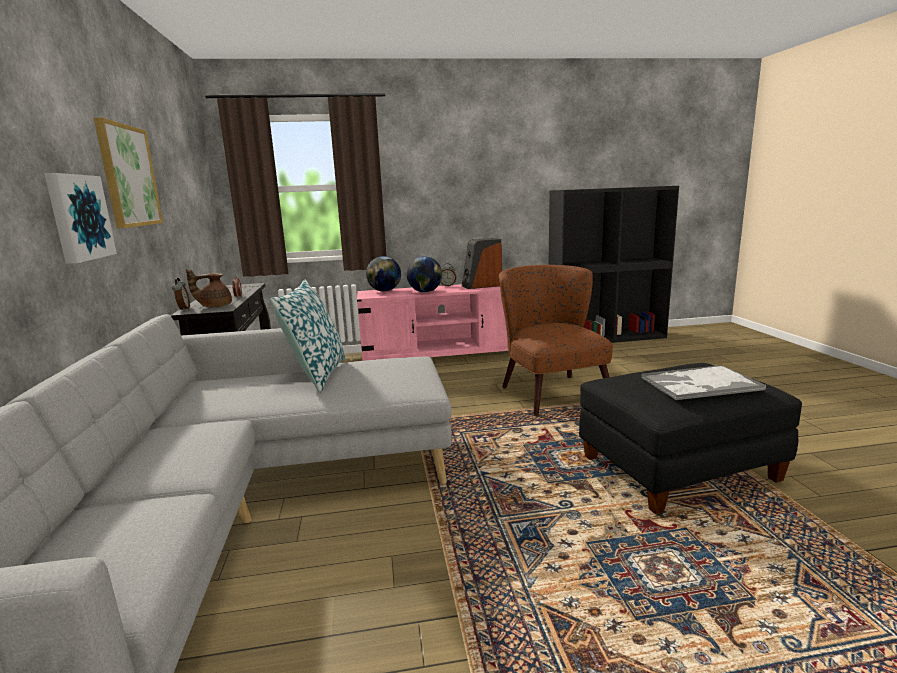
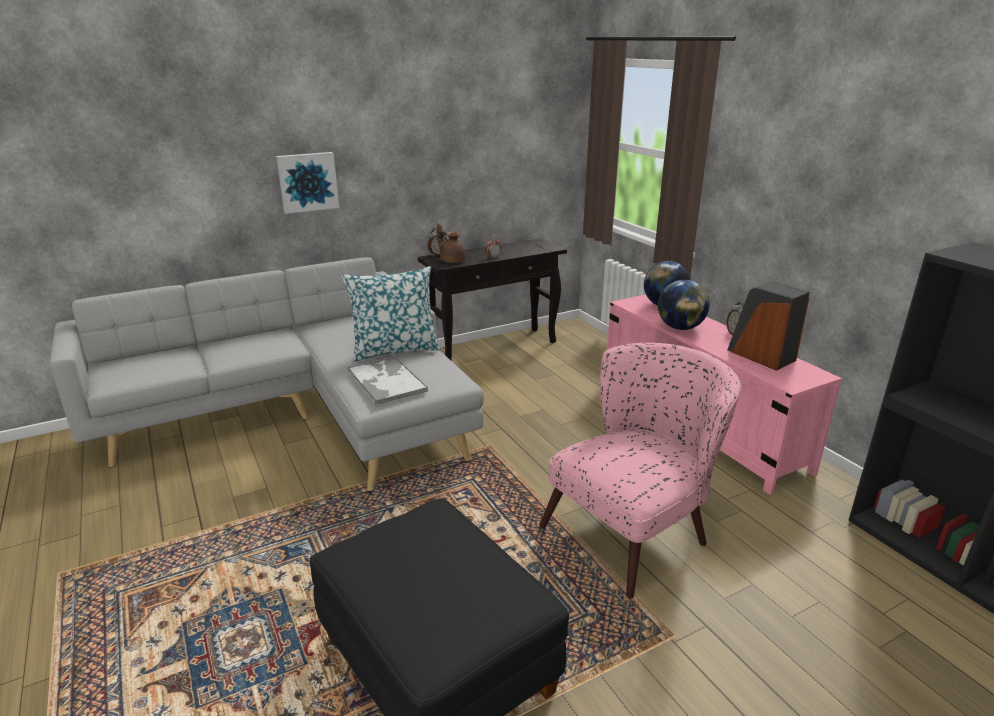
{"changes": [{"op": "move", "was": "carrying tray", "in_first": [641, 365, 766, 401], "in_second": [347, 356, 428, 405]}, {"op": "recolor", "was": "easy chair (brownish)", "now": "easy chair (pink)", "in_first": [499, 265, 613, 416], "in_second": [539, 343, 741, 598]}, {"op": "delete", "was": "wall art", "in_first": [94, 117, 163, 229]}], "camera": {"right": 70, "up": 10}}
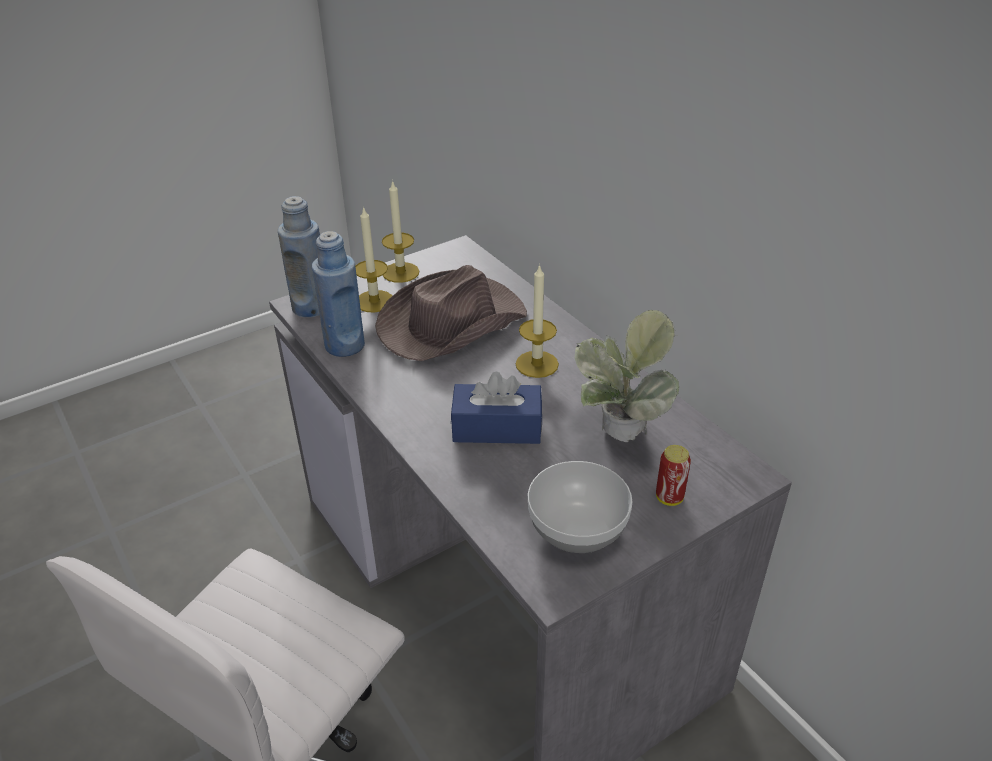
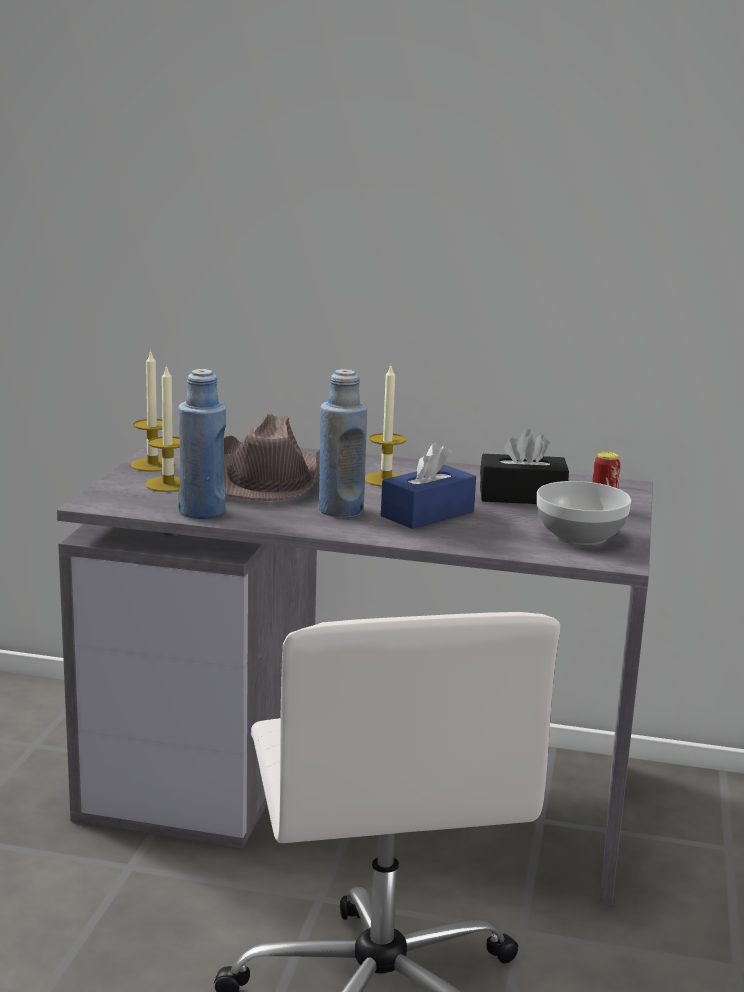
{"changes": [{"op": "move", "was": "bottle (blue)", "in_first": [278, 196, 320, 317], "in_second": [319, 369, 367, 517]}, {"op": "replace", "was": "houseplant", "now": "tissue holder (blackish)", "in_first": [575, 310, 679, 442], "in_second": [480, 428, 569, 504]}], "camera": {"right": -45, "up": -20}}
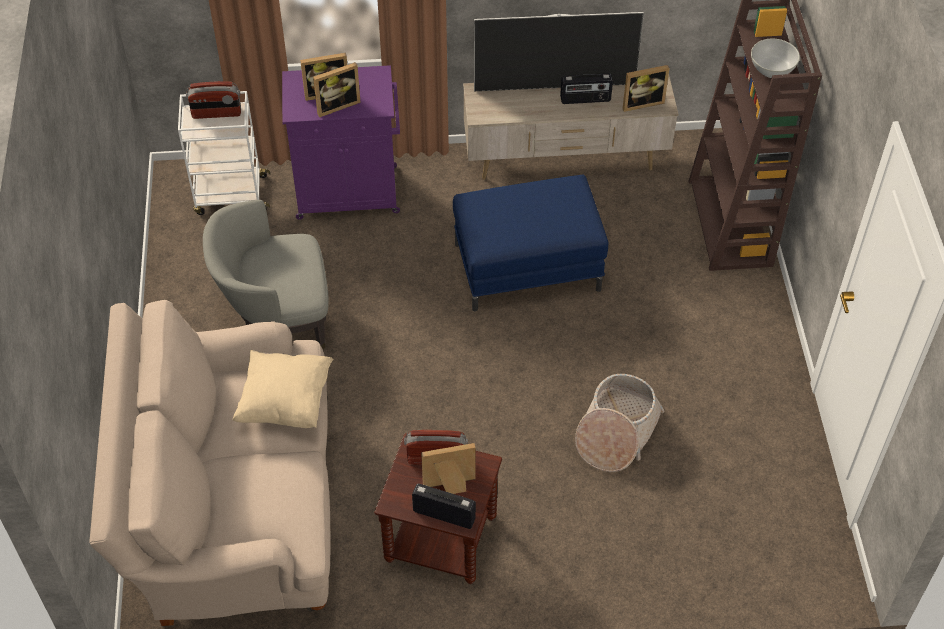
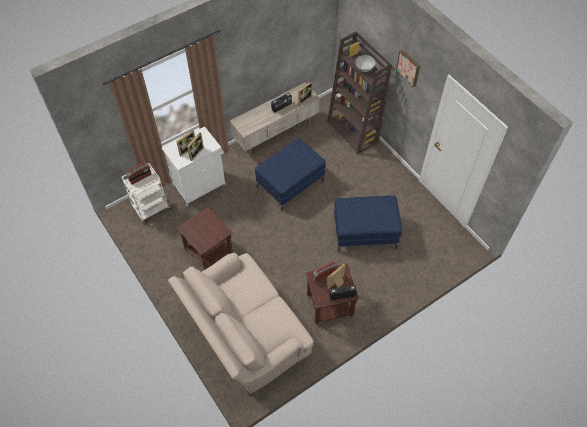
{"changes": [{"op": "recolor", "was": "storage cabinet (purple-coloured)", "now": "storage cabinet (white-coloured)", "in_first": [282, 65, 400, 220], "in_second": [162, 127, 226, 206]}, {"op": "replace", "was": "easy chair (greyish)", "now": "side table (brownish)", "in_first": [203, 200, 328, 349], "in_second": [177, 207, 233, 270]}, {"op": "replace", "was": "basket", "now": "pouffe (blue)", "in_first": [575, 374, 665, 472], "in_second": [334, 196, 402, 252]}, {"op": "insert", "now": "wall art", "in_second": [396, 50, 420, 87]}, {"op": "delete", "was": "pillow (sand-coloured)", "in_first": [233, 350, 334, 428]}, {"op": "delete", "was": "TV", "in_first": [474, 12, 644, 91]}], "camera": {"right": -30, "up": 5}}
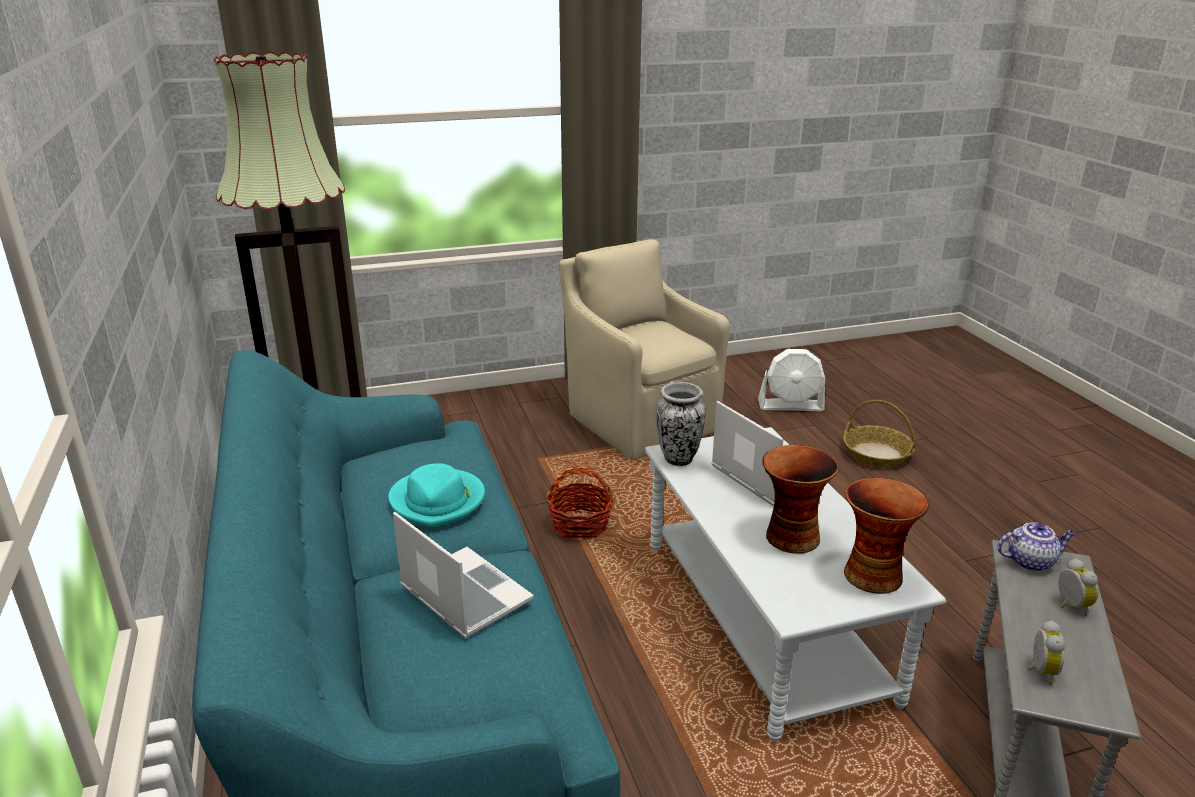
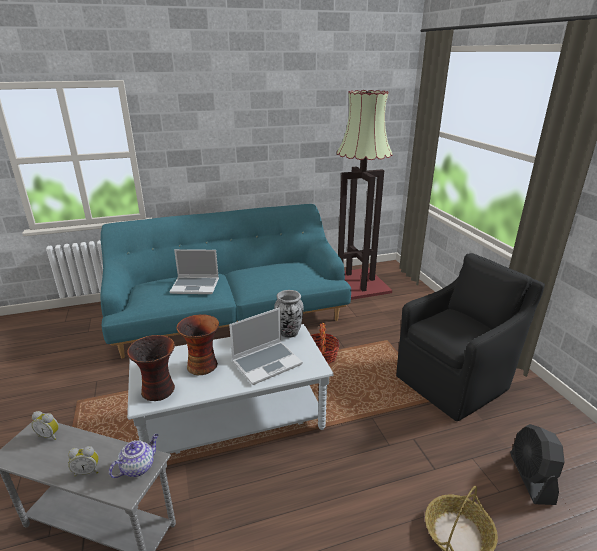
{"changes": [{"op": "rotate", "was": "pot for tea", "in_first": [997, 522, 1076, 571], "in_second": [109, 434, 158, 478], "clockwise": -135}, {"op": "rotate", "was": "portable computer", "in_first": [393, 512, 534, 638], "in_second": [170, 249, 219, 294], "clockwise": 45}, {"op": "recolor", "was": "easy chair (sand-coloured)", "now": "easy chair (blackish)", "in_first": [559, 239, 730, 460], "in_second": [396, 253, 545, 422]}, {"op": "recolor", "was": "cooling fan (white-coloured)", "now": "cooling fan (blackish)", "in_first": [758, 349, 825, 411], "in_second": [510, 424, 565, 505]}, {"op": "delete", "was": "hat (blue-green)", "in_first": [388, 463, 485, 527]}], "camera": {"right": 90, "up": 0}}
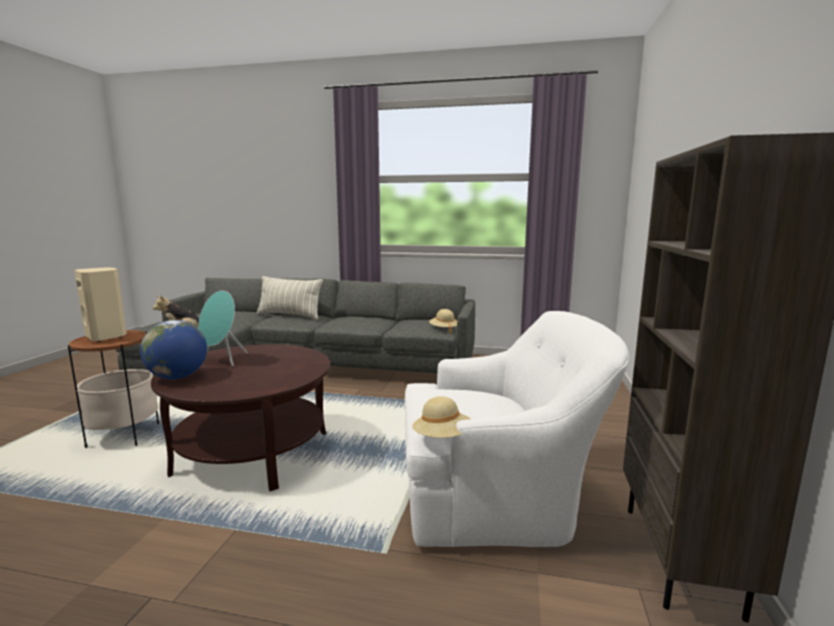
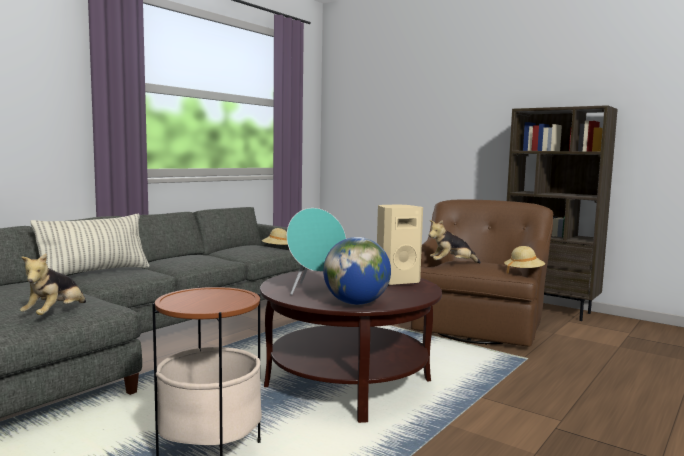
{"changes": [{"op": "move", "was": "speaker (sand-coloured)", "in_first": [74, 268, 127, 342], "in_second": [377, 205, 423, 286]}, {"op": "recolor", "was": "easy chair (white-coloured)", "now": "easy chair (brownish)", "in_first": [405, 311, 630, 547], "in_second": [411, 200, 553, 347]}, {"op": "insert", "now": "plush toy", "in_second": [429, 220, 481, 264]}], "camera": {"right": -65, "up": -5}}
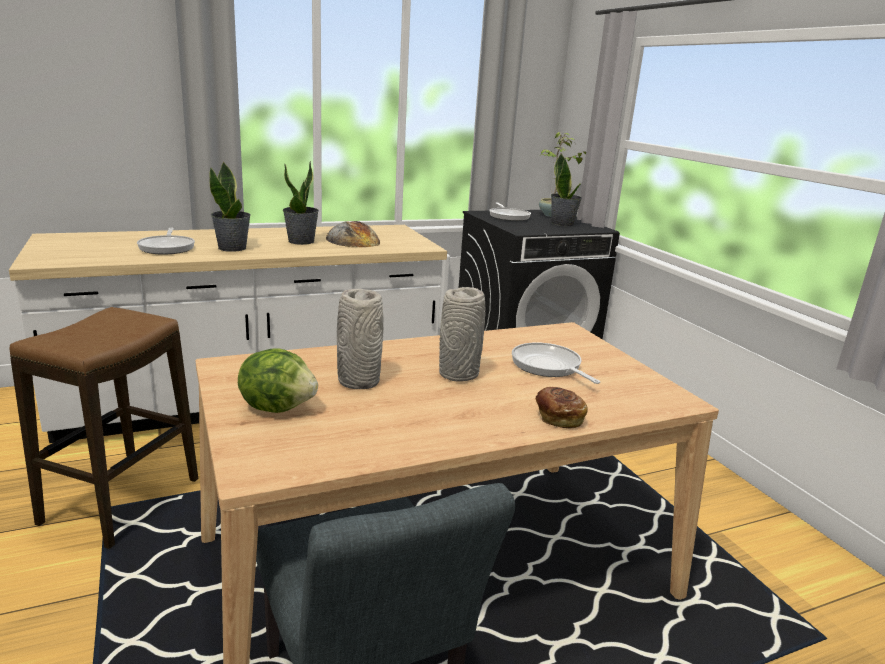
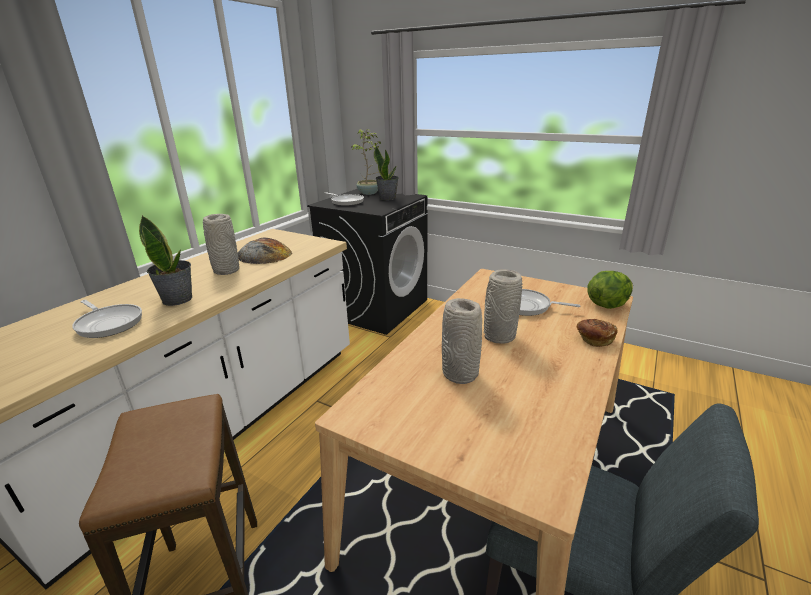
{"changes": [{"op": "replace", "was": "houseplant", "now": "vase (greyish)", "in_first": [283, 161, 319, 245], "in_second": [203, 214, 239, 275]}, {"op": "move", "was": "head of lettuce", "in_first": [238, 348, 318, 413], "in_second": [587, 271, 633, 309]}], "camera": {"right": -35, "up": 5}}
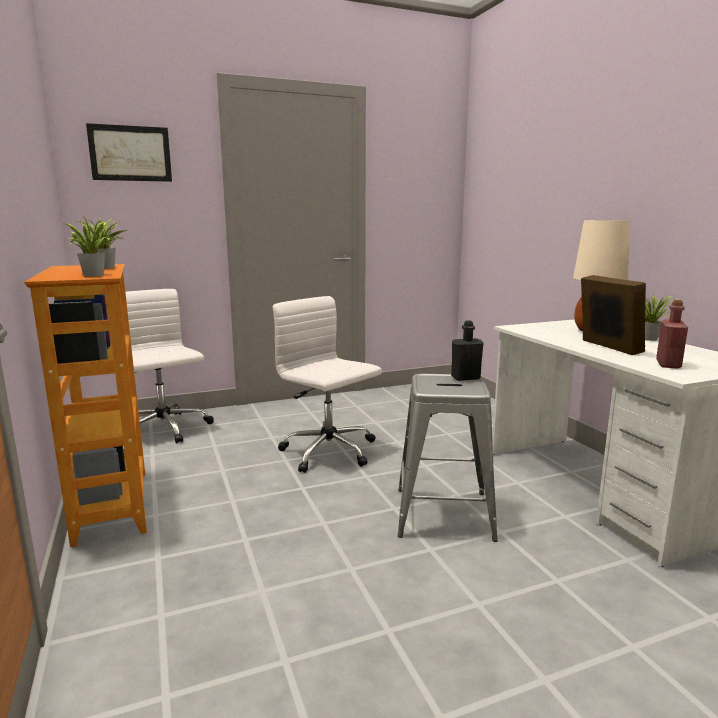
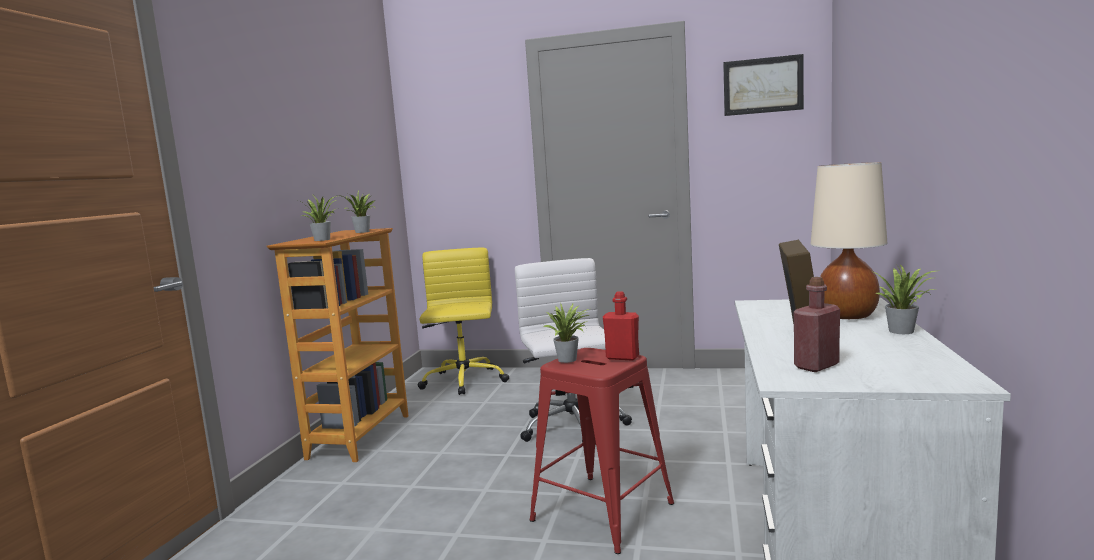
{"changes": [{"op": "recolor", "was": "desk chair (white-coloured)", "now": "desk chair (yellowish)", "in_first": [105, 289, 214, 443], "in_second": [417, 248, 509, 395]}, {"op": "recolor", "was": "sitting stool (greyish)", "now": "sitting stool (red-coloured)", "in_first": [397, 374, 498, 542], "in_second": [529, 348, 674, 554]}, {"op": "insert", "now": "houseplant", "in_second": [543, 303, 589, 363]}, {"op": "recolor", "was": "bottle (blackish)", "now": "bottle (red-coloured)", "in_first": [451, 320, 484, 381], "in_second": [603, 291, 639, 361]}, {"op": "move", "was": "wall art", "in_first": [86, 123, 172, 182], "in_second": [723, 54, 804, 116]}], "camera": {"right": 35, "up": -5}}
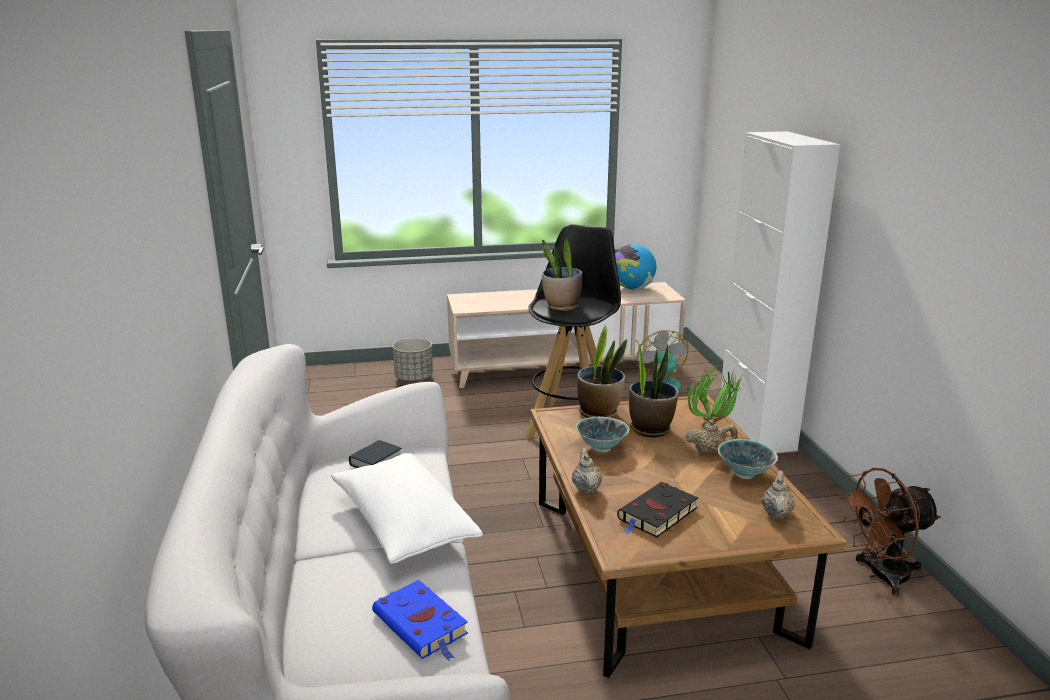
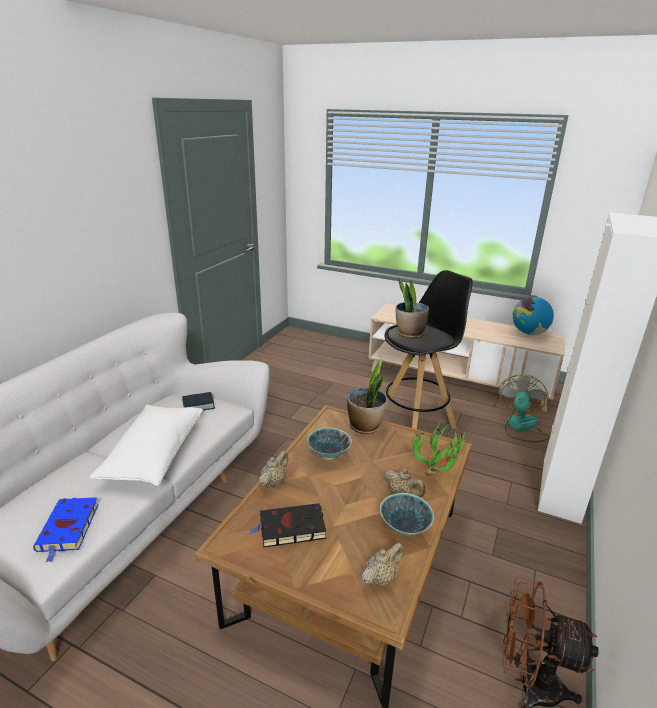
{"changes": [{"op": "delete", "was": "flower pot (greyish)", "in_first": [393, 338, 433, 382]}, {"op": "delete", "was": "houseplant", "in_first": [629, 341, 679, 437]}], "camera": {"right": 35, "up": 5}}
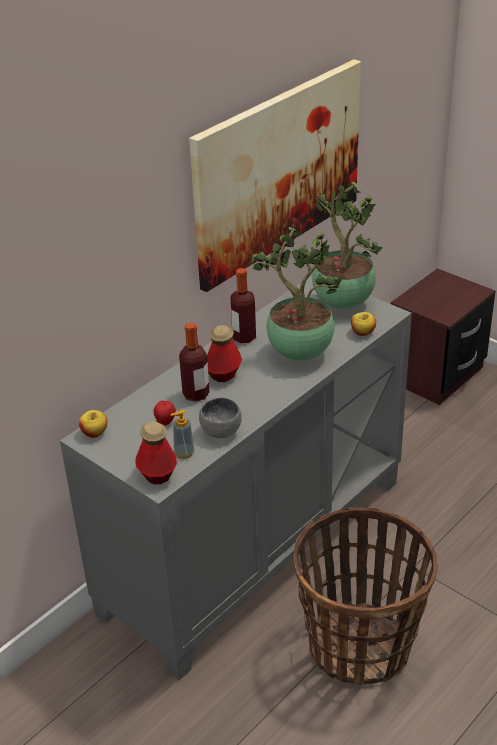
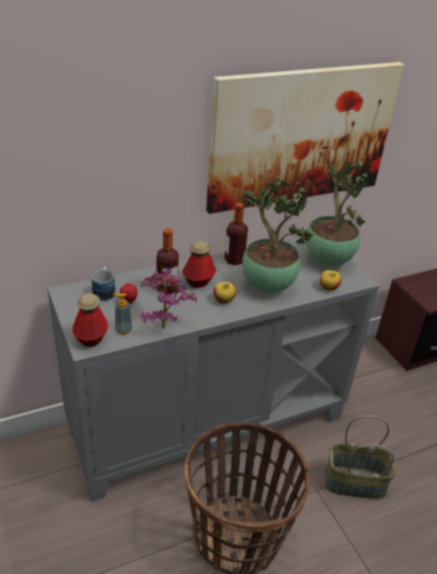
{"changes": [{"op": "insert", "now": "tea mug", "in_second": [92, 267, 115, 301]}, {"op": "replace", "was": "deep dish (greyish)", "now": "houseplant", "in_first": [199, 397, 242, 438], "in_second": [140, 269, 197, 329]}, {"op": "move", "was": "apple", "in_first": [79, 410, 107, 438], "in_second": [214, 282, 236, 303]}, {"op": "insert", "now": "basket", "in_second": [325, 416, 396, 499]}], "camera": {"right": 20, "up": 0}}
